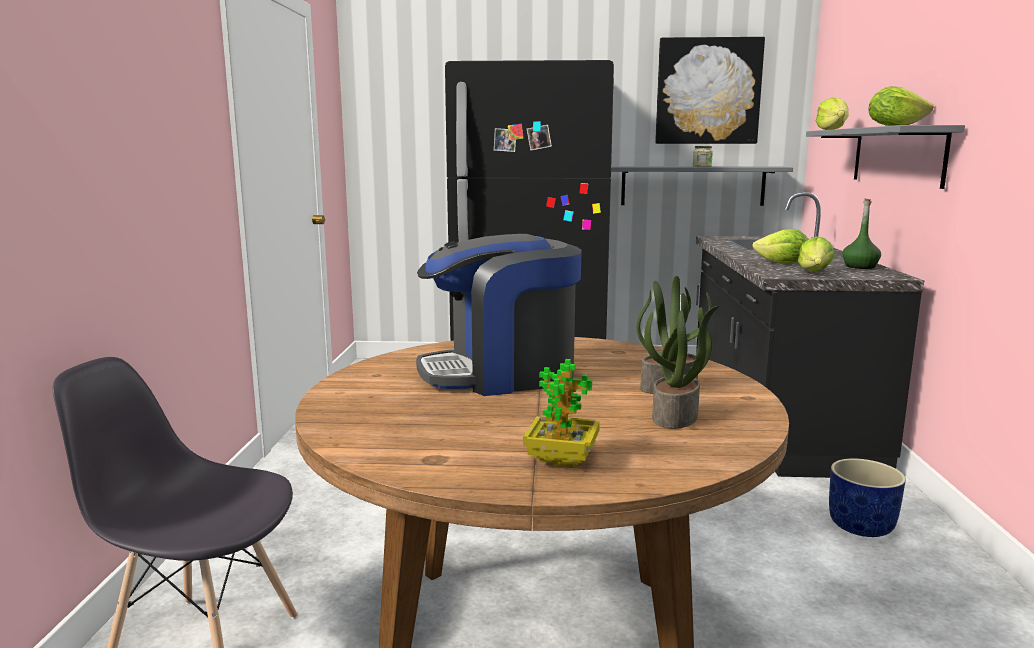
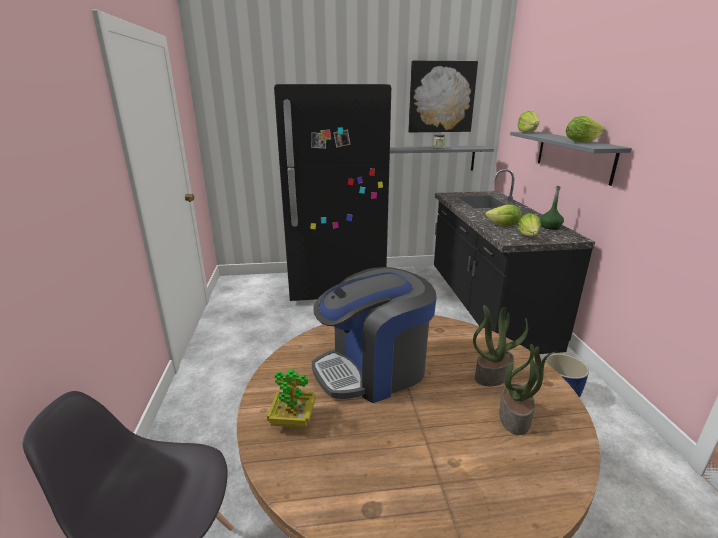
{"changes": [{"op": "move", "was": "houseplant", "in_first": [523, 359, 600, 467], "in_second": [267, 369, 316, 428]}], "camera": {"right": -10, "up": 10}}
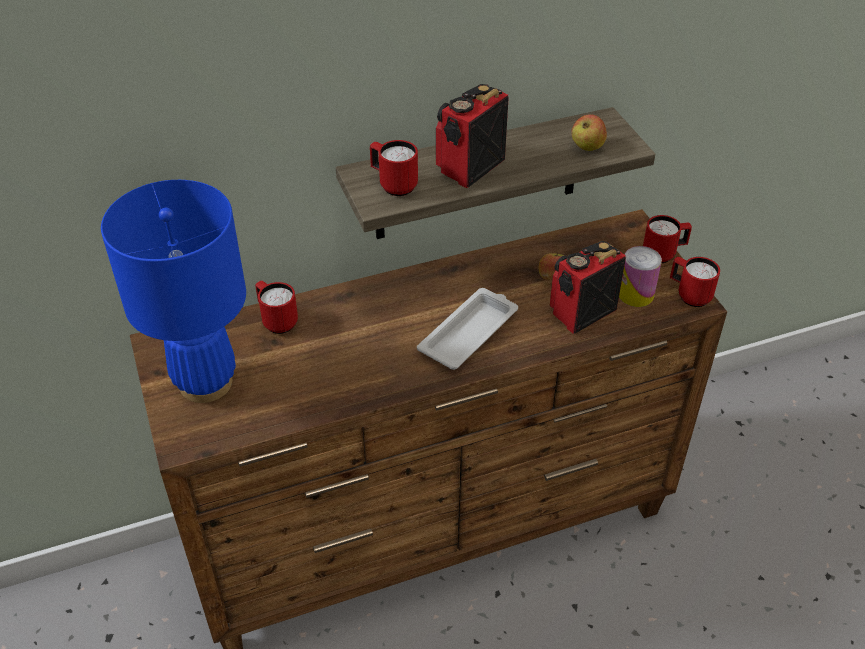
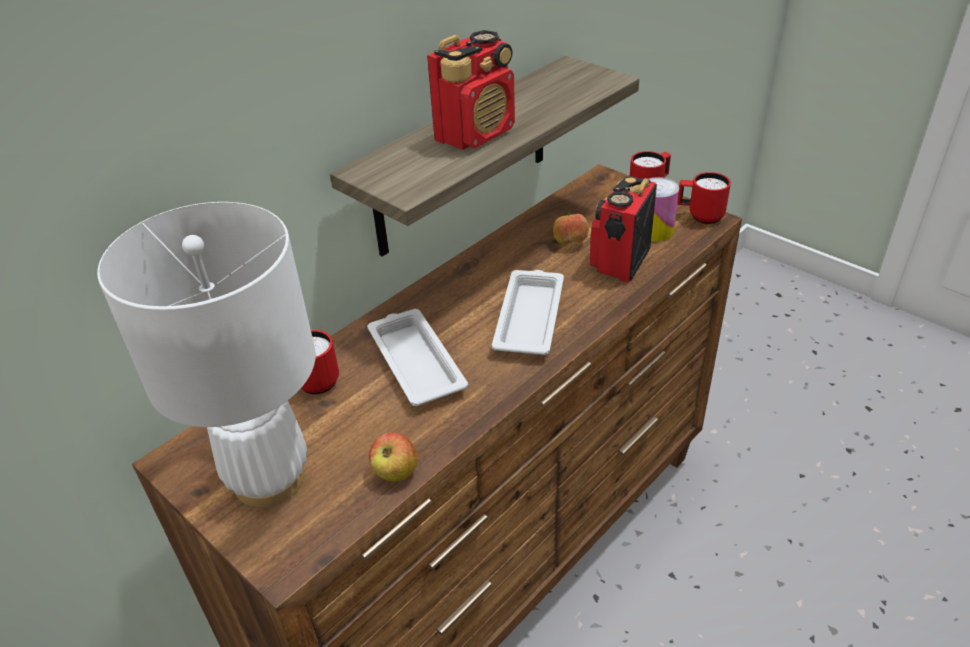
{"changes": [{"op": "recolor", "was": "tabletop lamp (blue)", "now": "tabletop lamp (white-coloured)", "in_first": [101, 180, 246, 403], "in_second": [97, 202, 316, 508]}, {"op": "insert", "now": "carrying tray (white-coloured)", "in_second": [367, 309, 468, 406]}, {"op": "move", "was": "apple", "in_first": [571, 114, 607, 151], "in_second": [369, 432, 418, 482]}, {"op": "rotate", "was": "radio set", "in_first": [436, 84, 509, 188], "in_second": [427, 30, 515, 150], "clockwise": -150}, {"op": "delete", "was": "tea mug (red-coloured)", "in_first": [370, 140, 418, 196]}], "camera": {"right": -25, "up": -5}}
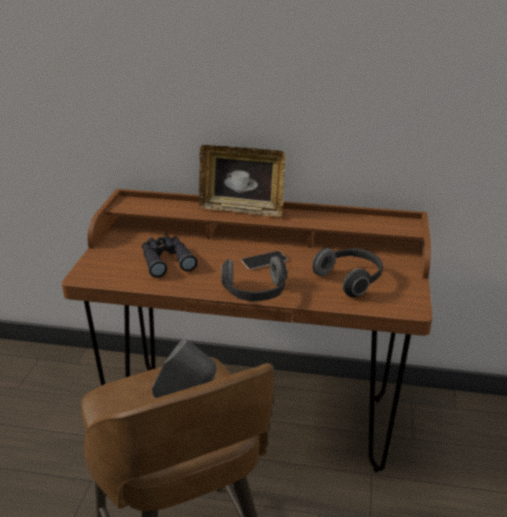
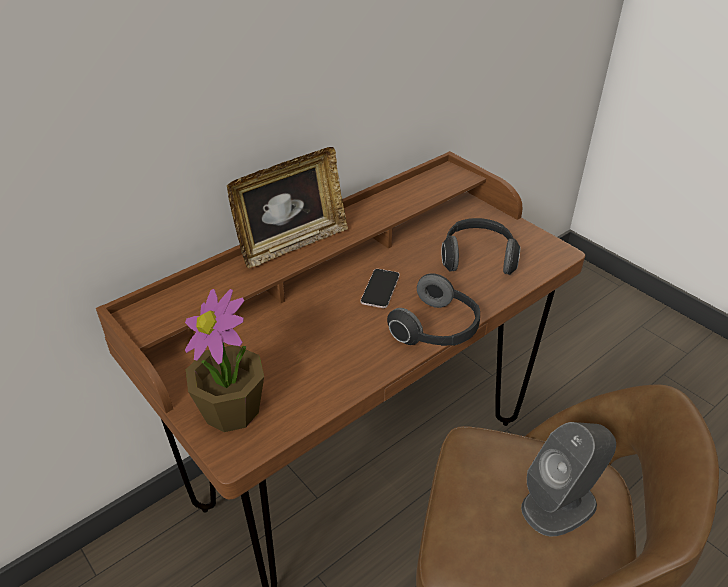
{"changes": [{"op": "insert", "now": "houseplant", "in_second": [185, 289, 264, 432]}, {"op": "delete", "was": "binoculars (blackish)", "in_first": [142, 235, 197, 278]}], "camera": {"right": -50, "up": 10}}
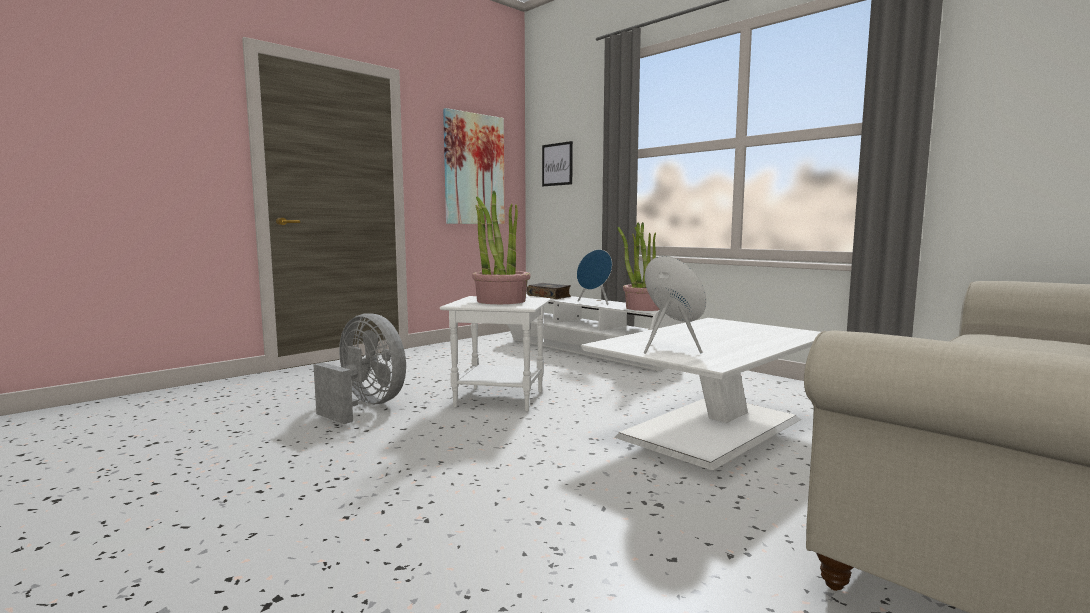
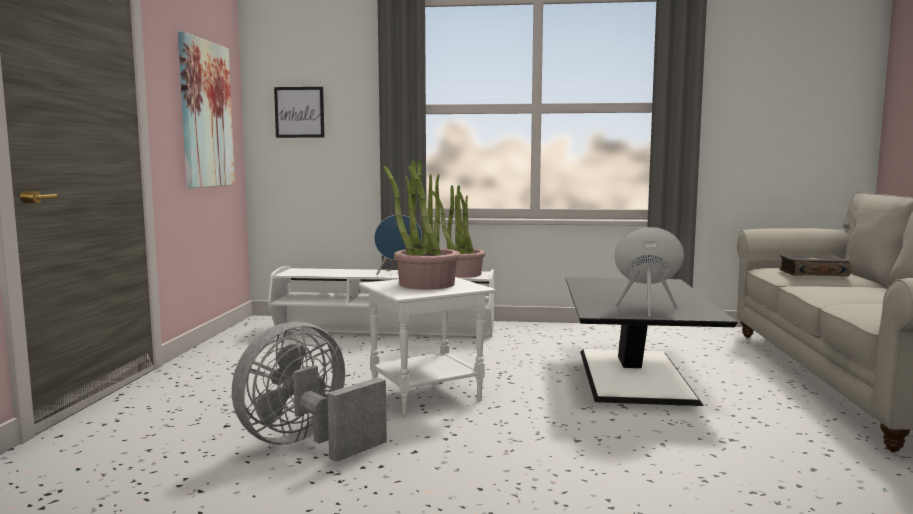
{"changes": [{"op": "rotate", "was": "cooling fan (greyish)", "in_first": [313, 313, 406, 424], "in_second": [232, 322, 387, 462], "clockwise": -45}, {"op": "recolor", "was": "coffee table (white-coloured)", "now": "coffee table (blackish)", "in_first": [581, 318, 820, 470], "in_second": [565, 277, 738, 406]}, {"op": "move", "was": "book", "in_first": [527, 283, 571, 299], "in_second": [779, 255, 851, 277]}], "camera": {"right": -40, "up": 0}}
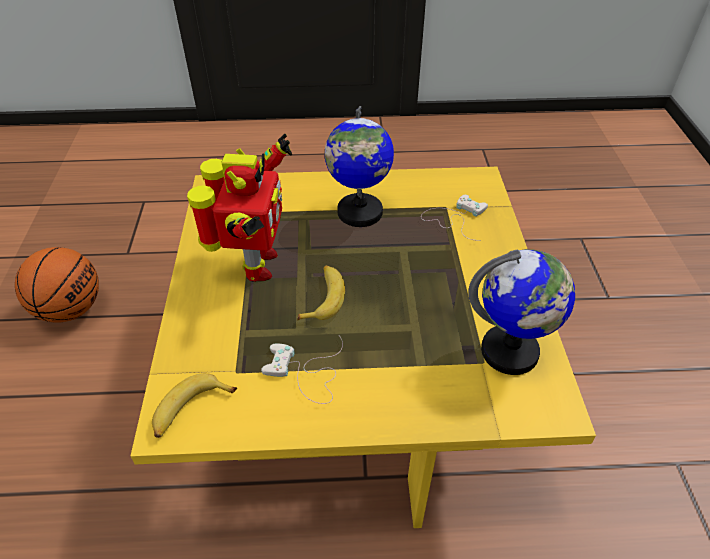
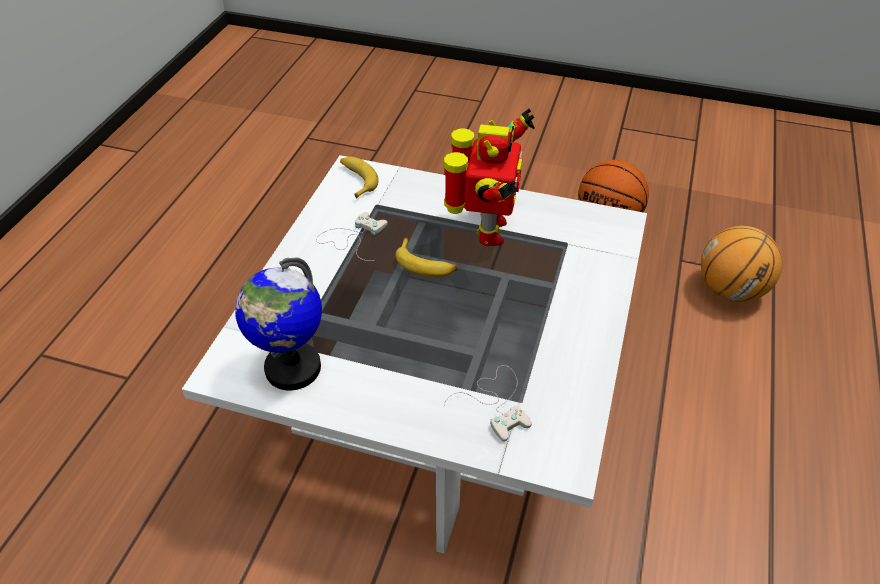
{"changes": [{"op": "recolor", "was": "coffee table (yellowish)", "now": "coffee table (white-coloured)", "in_first": [130, 167, 596, 528], "in_second": [182, 155, 647, 554]}, {"op": "rotate", "was": "robot figure", "in_first": [187, 133, 292, 282], "in_second": [444, 109, 535, 246], "clockwise": -105}, {"op": "insert", "now": "ball for basketball", "in_second": [701, 226, 782, 302]}, {"op": "delete", "was": "desk globe", "in_first": [324, 106, 394, 227]}], "camera": {"right": 110, "up": 0}}
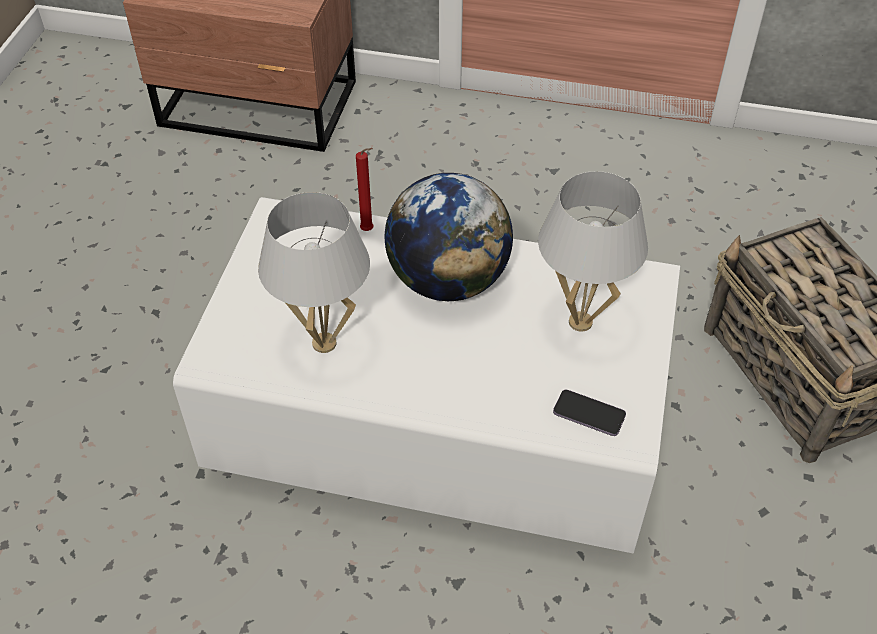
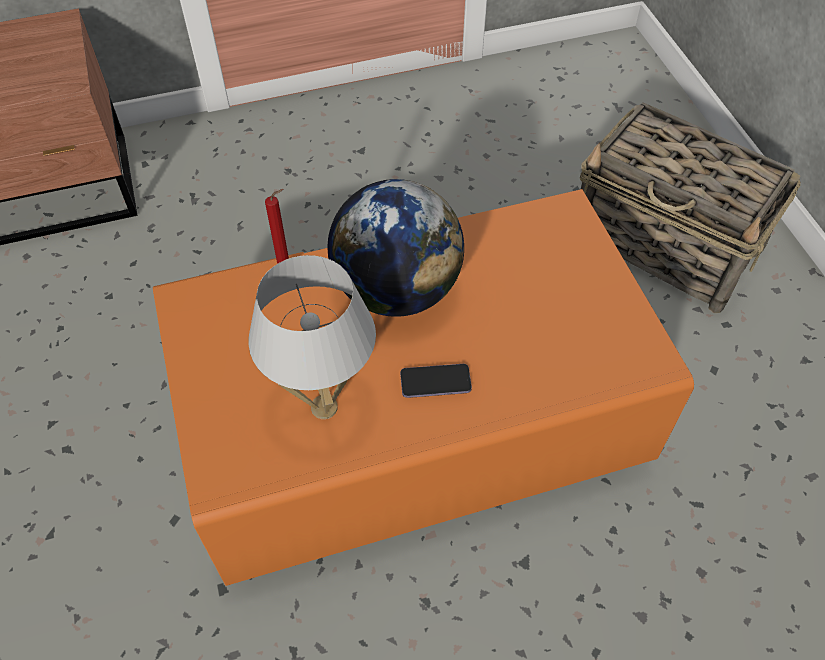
{"changes": [{"op": "recolor", "was": "coffee table (white-coloured)", "now": "coffee table (orange-coloured)", "in_first": [173, 197, 680, 553], "in_second": [153, 189, 694, 586]}, {"op": "move", "was": "handset", "in_first": [553, 390, 626, 436], "in_second": [400, 364, 472, 398]}, {"op": "delete", "was": "tabletop lamp (white-coloured)", "in_first": [538, 171, 648, 332]}], "camera": {"right": -30, "up": 5}}
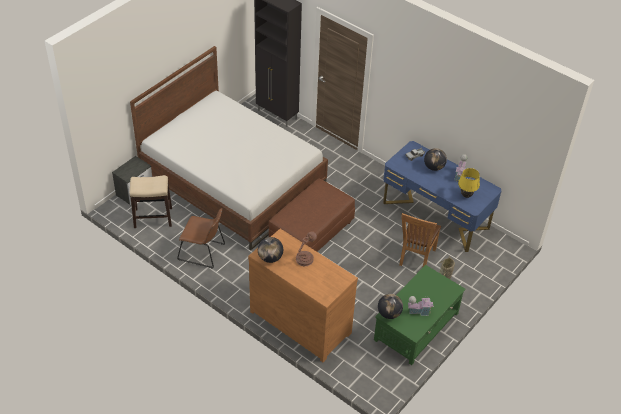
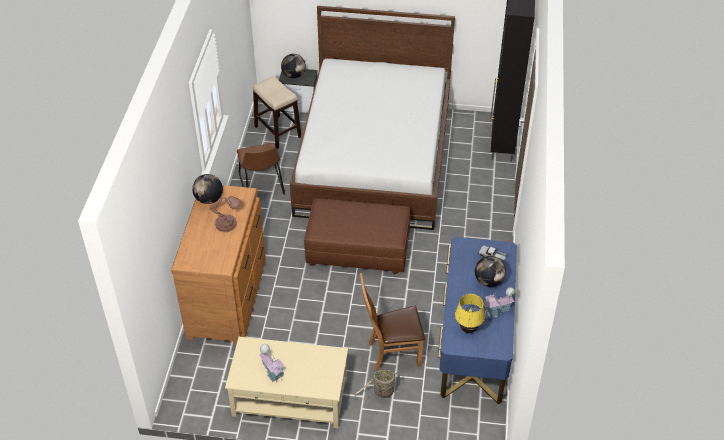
{"changes": [{"op": "recolor", "was": "coffee table (green-coloured)", "now": "coffee table (sand-coloured)", "in_first": [374, 265, 466, 365], "in_second": [225, 337, 348, 428]}, {"op": "move", "was": "desk globe", "in_first": [378, 294, 403, 319], "in_second": [281, 54, 306, 78]}], "camera": {"right": 60, "up": 0}}
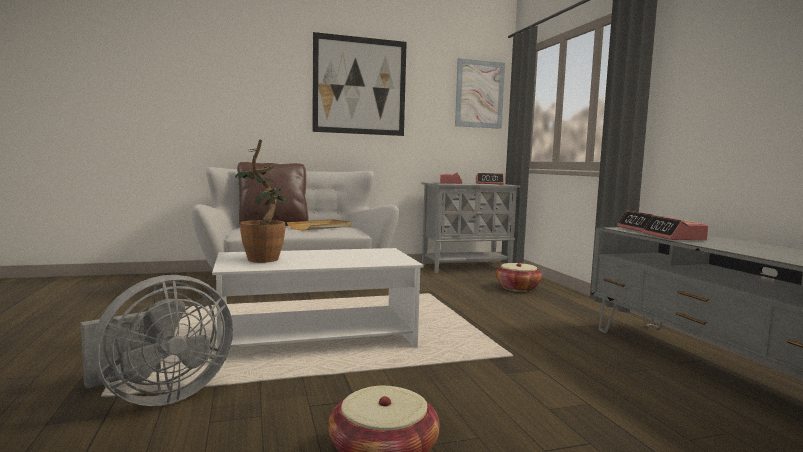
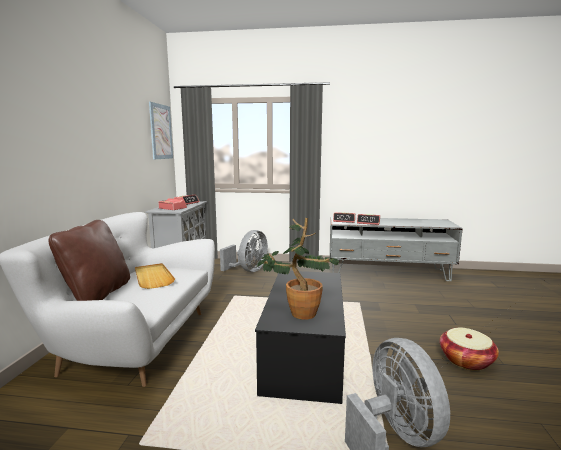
{"changes": [{"op": "replace", "was": "basket", "now": "cooling fan (greyish)", "in_first": [495, 263, 542, 292], "in_second": [220, 230, 268, 272]}, {"op": "recolor", "was": "coffee table (white-coloured)", "now": "coffee table (blackish)", "in_first": [212, 248, 424, 349], "in_second": [255, 271, 346, 404]}, {"op": "delete", "was": "wall art", "in_first": [312, 32, 407, 136]}], "camera": {"right": -65, "up": 5}}
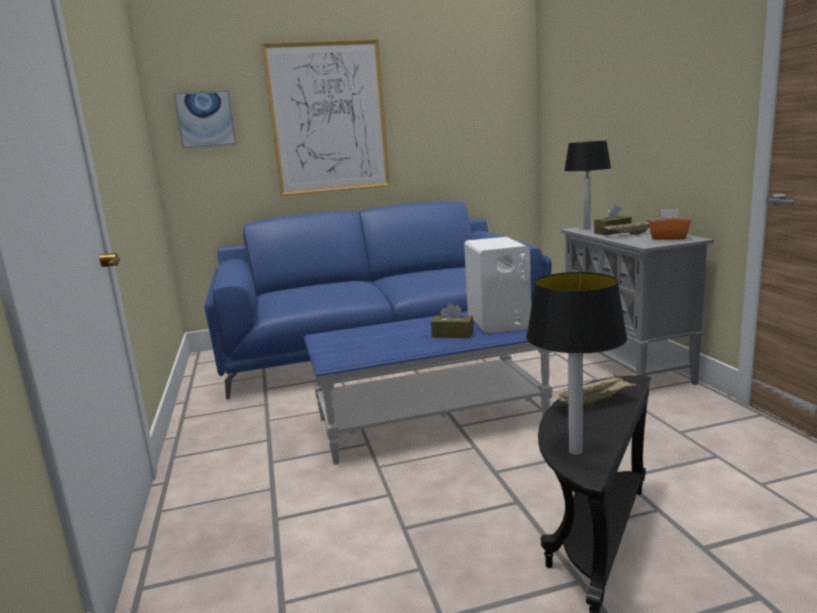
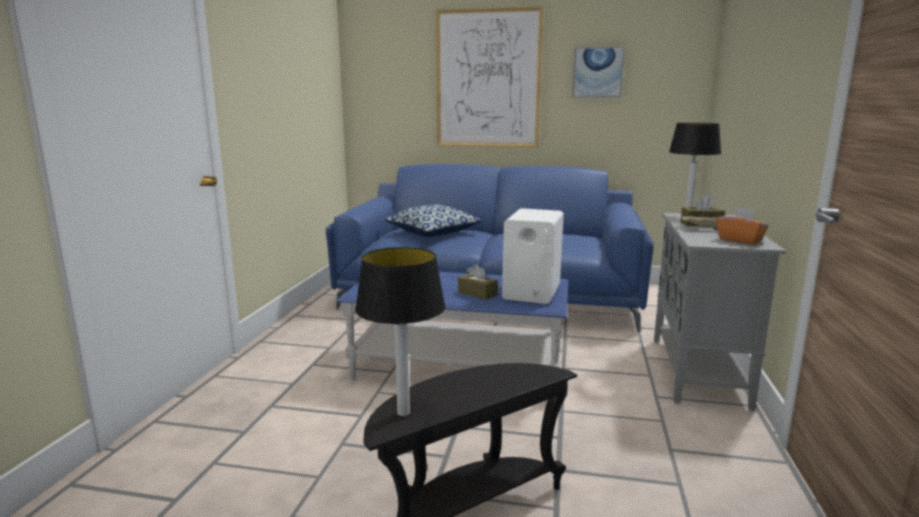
{"changes": [{"op": "insert", "now": "pillow", "in_second": [384, 204, 483, 237]}, {"op": "move", "was": "wall art", "in_first": [173, 90, 237, 149], "in_second": [572, 47, 625, 97]}, {"op": "delete", "was": "carrying tray (sand-coloured)", "in_first": [550, 374, 637, 408]}], "camera": {"right": 25, "up": 0}}
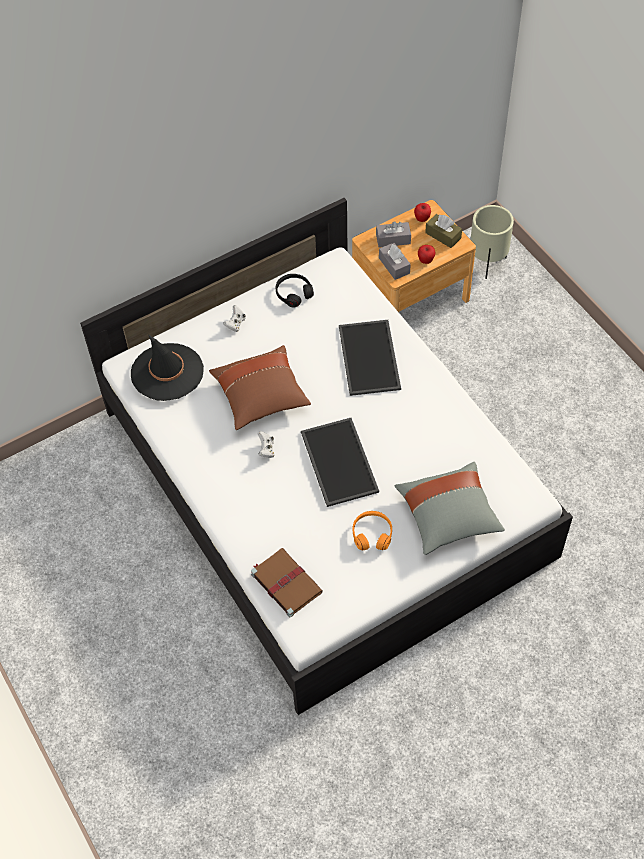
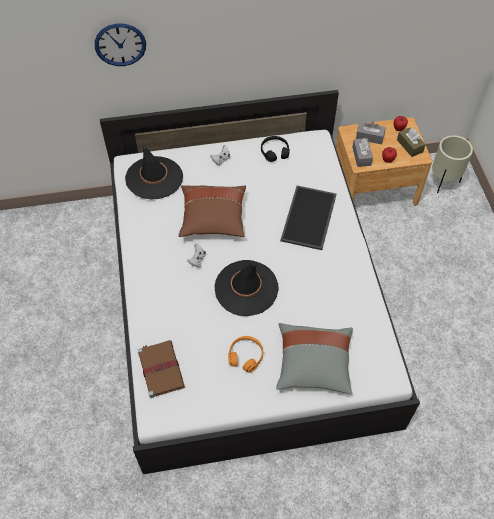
{"changes": [{"op": "insert", "now": "hanging clock", "in_second": [95, 23, 146, 66]}, {"op": "replace", "was": "carrying tray", "now": "hat (blackish)", "in_first": [301, 418, 379, 507], "in_second": [215, 260, 279, 316]}], "camera": {"right": 20, "up": 0}}
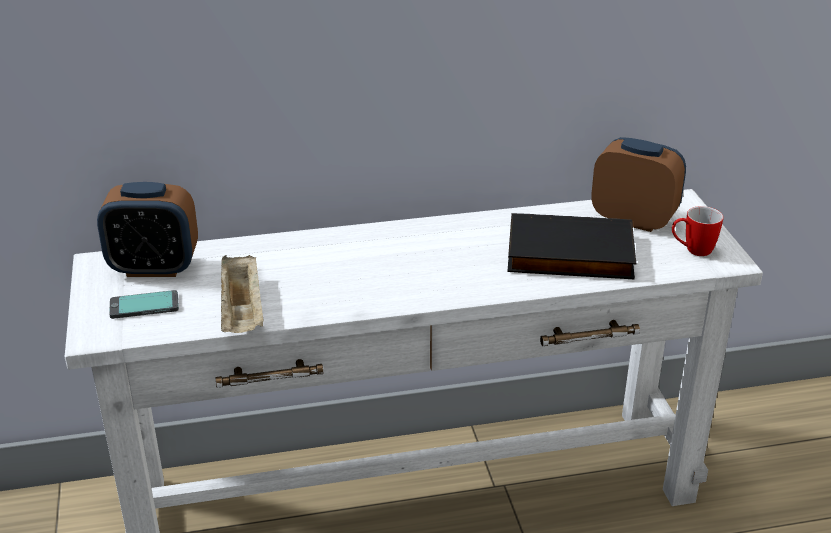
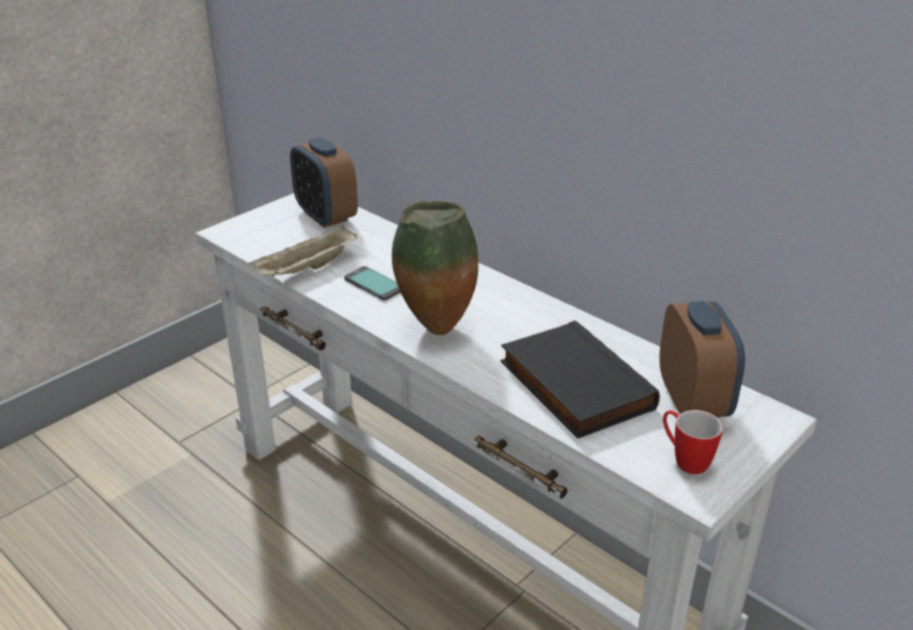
{"changes": [{"op": "move", "was": "handset", "in_first": [109, 290, 179, 319], "in_second": [344, 266, 401, 301]}, {"op": "insert", "now": "vase", "in_second": [392, 201, 478, 335]}], "camera": {"right": 55, "up": 0}}
